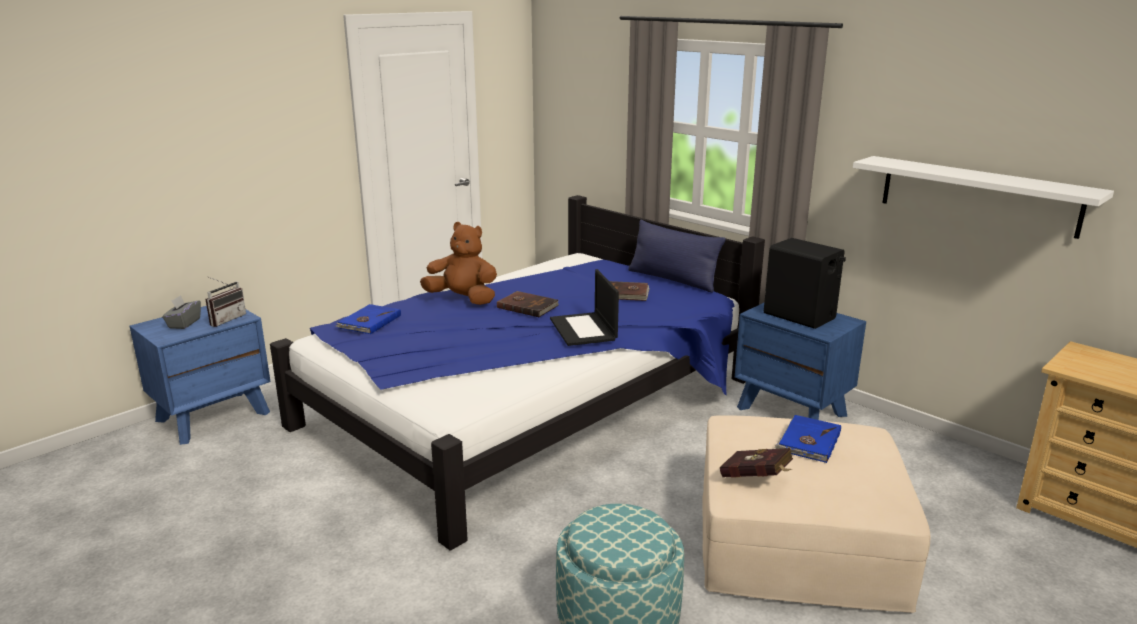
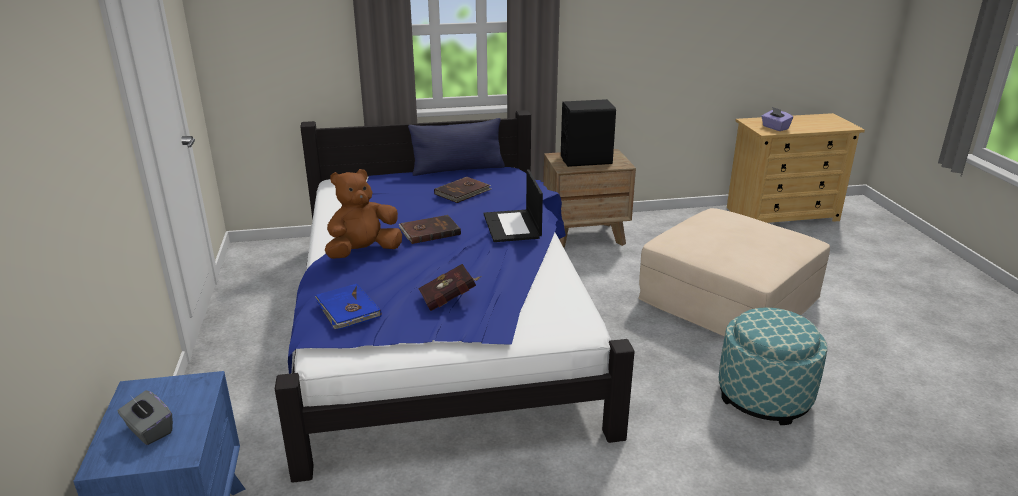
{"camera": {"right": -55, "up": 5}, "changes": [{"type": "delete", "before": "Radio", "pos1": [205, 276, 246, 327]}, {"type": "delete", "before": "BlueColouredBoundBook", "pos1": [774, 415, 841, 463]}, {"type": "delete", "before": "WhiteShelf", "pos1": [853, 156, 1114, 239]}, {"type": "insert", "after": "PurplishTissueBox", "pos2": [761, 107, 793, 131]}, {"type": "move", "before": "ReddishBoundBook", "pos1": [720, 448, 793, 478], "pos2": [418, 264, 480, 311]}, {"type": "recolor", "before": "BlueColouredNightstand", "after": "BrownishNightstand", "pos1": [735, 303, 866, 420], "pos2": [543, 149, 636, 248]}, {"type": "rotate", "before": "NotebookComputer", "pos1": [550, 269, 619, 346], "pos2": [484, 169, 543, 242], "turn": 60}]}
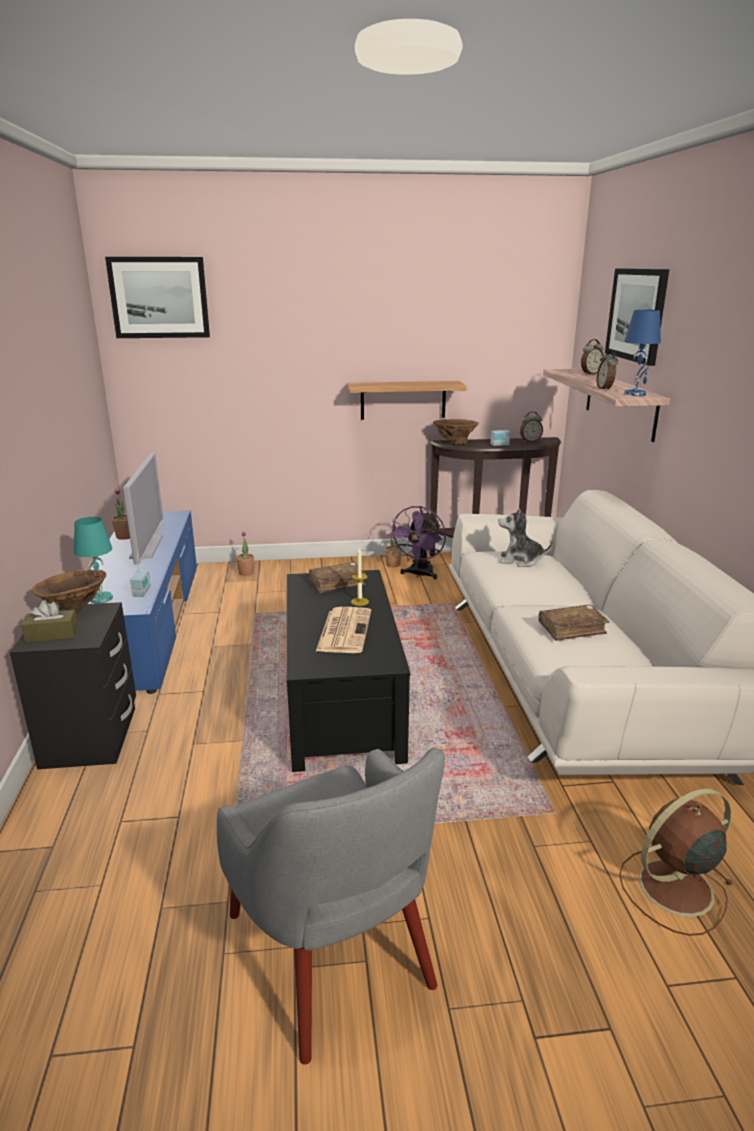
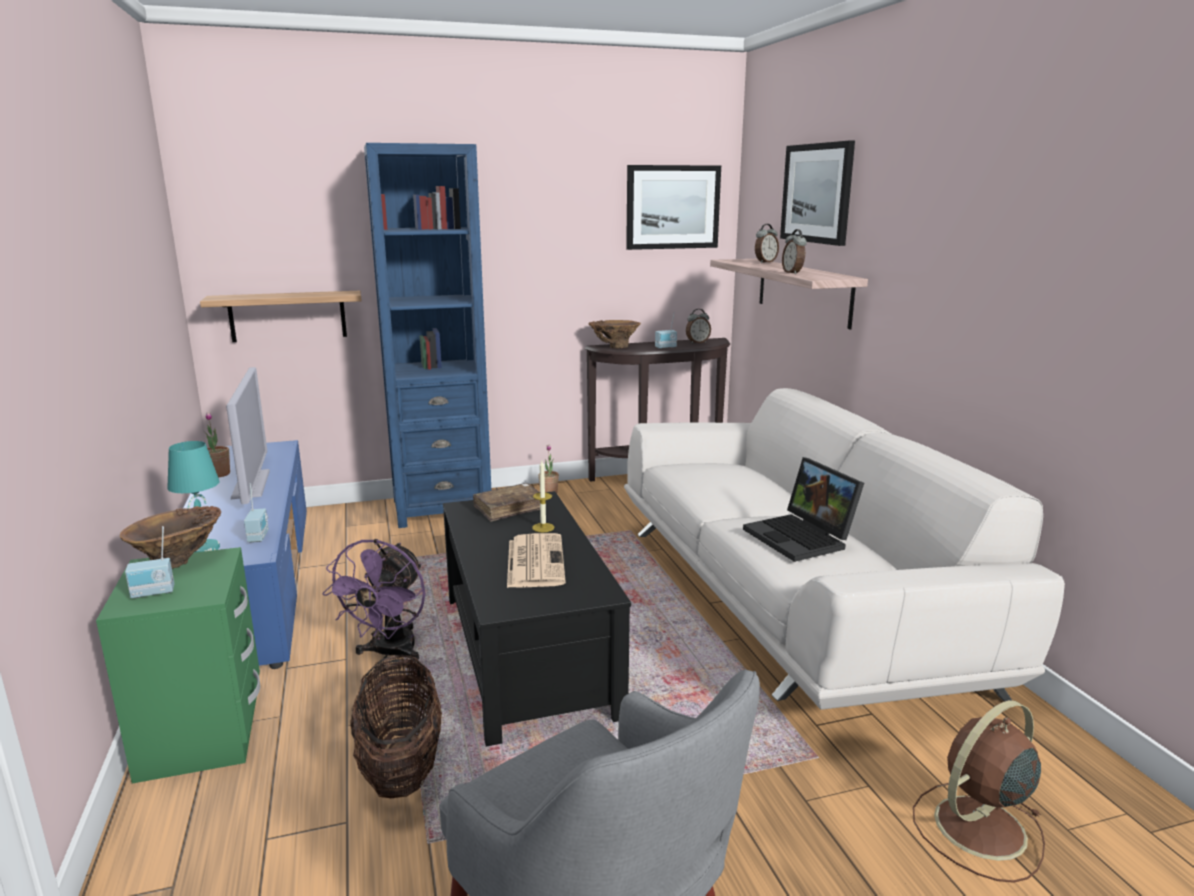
{"camera": {"right": -10, "up": -5}, "changes": [{"type": "delete", "before": "Houseplant", "pos1": [236, 532, 254, 576]}, {"type": "delete", "before": "PlushToy", "pos1": [498, 508, 553, 567]}, {"type": "delete", "before": "BlueColouredLampForATable", "pos1": [624, 310, 661, 396]}, {"type": "insert", "after": "StorageBasket", "pos2": [351, 655, 442, 798]}, {"type": "insert", "after": "BlueColouredShelvingUnit", "pos2": [364, 143, 491, 528]}, {"type": "move", "before": "WallArt", "pos1": [105, 257, 210, 338], "pos2": [626, 165, 721, 250]}, {"type": "move", "before": "Shelf", "pos1": [347, 381, 467, 420], "pos2": [200, 291, 362, 342]}, {"type": "move", "before": "PurplishFan", "pos1": [388, 506, 446, 580], "pos2": [322, 539, 426, 660]}, {"type": "replace", "before": "BrownishTissueBox", "after": "Radio", "pos1": [21, 600, 78, 643], "pos2": [125, 526, 174, 599]}, {"type": "replace", "before": "BrownishBoundBook", "after": "NotebookComputer", "pos1": [538, 605, 610, 641], "pos2": [743, 457, 864, 562]}, {"type": "recolor", "before": "BlackishNightstand", "after": "GreenColouredNightstand", "pos1": [10, 602, 136, 769], "pos2": [96, 547, 260, 783]}]}
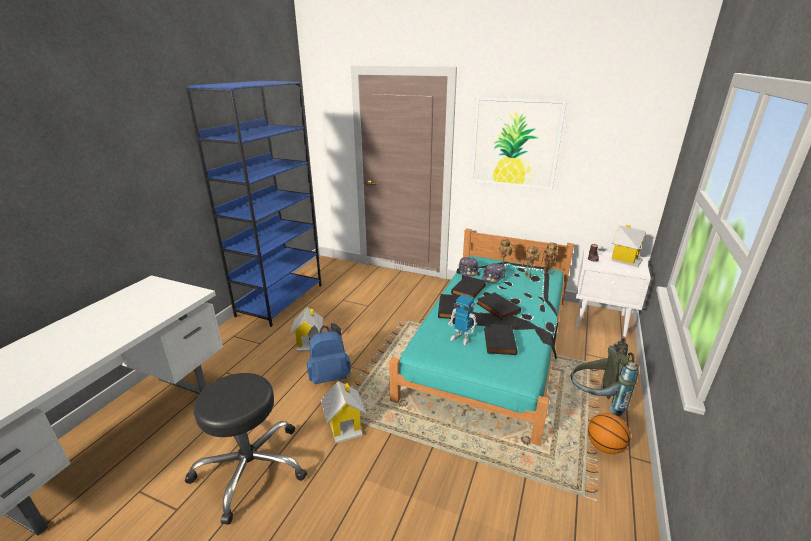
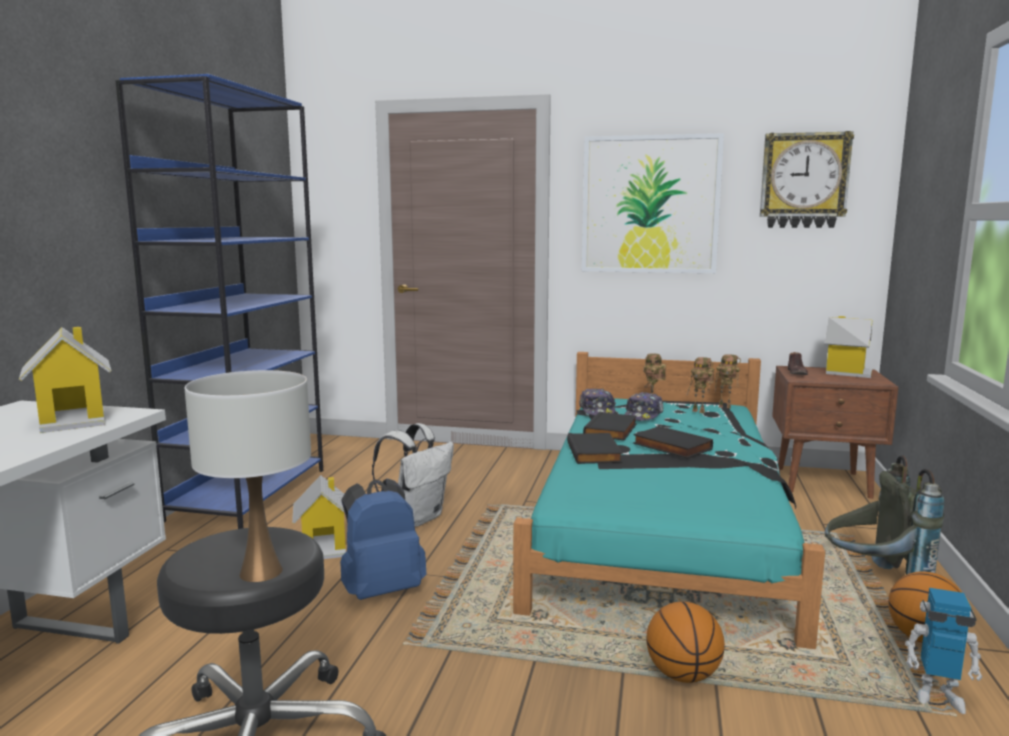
{"camera": {"right": -10, "up": -15}, "changes": [{"type": "delete", "before": "BlackishBoundBook", "pos1": [484, 324, 518, 355]}, {"type": "insert", "after": "WhiteLampForATable", "pos2": [185, 370, 311, 582]}, {"type": "insert", "after": "WhiteBackpack", "pos2": [372, 423, 454, 527]}, {"type": "insert", "after": "BallForBasketball", "pos2": [646, 601, 725, 683]}, {"type": "insert", "after": "WallClock", "pos2": [760, 131, 854, 228]}, {"type": "move", "before": "ToyHouse", "pos1": [321, 381, 366, 443], "pos2": [19, 327, 112, 433]}, {"type": "move", "before": "RobotFigure", "pos1": [448, 294, 477, 345], "pos2": [905, 588, 982, 714]}, {"type": "recolor", "before": "WhiteNightstand", "after": "BrownishNightstand", "pos1": [576, 249, 651, 337], "pos2": [772, 366, 899, 499]}]}
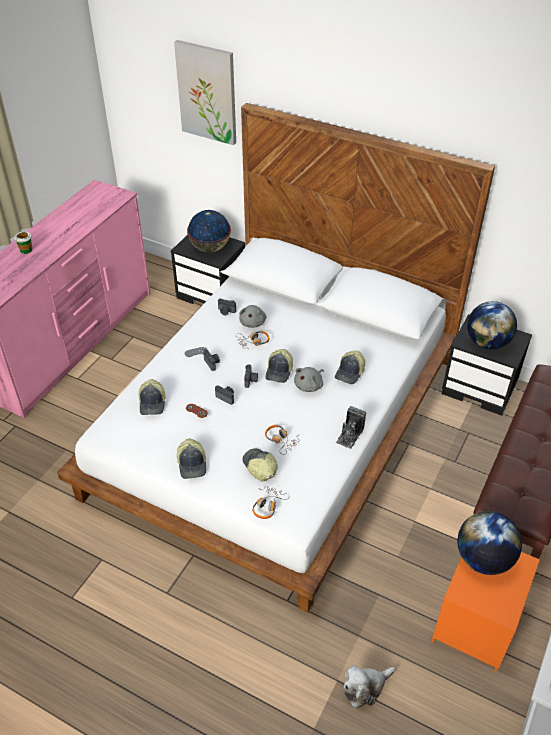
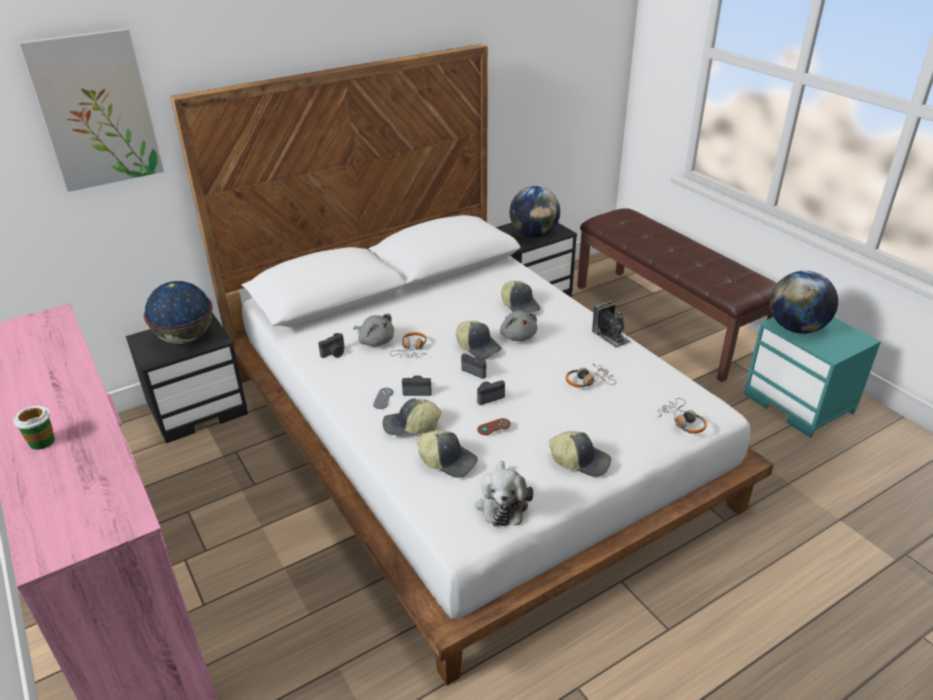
{"camera": {"right": -60, "up": -10}, "changes": [{"type": "move", "before": "Cap", "pos1": [243, 448, 278, 481], "pos2": [383, 398, 442, 435]}, {"type": "move", "before": "PlushToy", "pos1": [344, 665, 396, 708], "pos2": [475, 461, 533, 526]}, {"type": "recolor", "before": "OrangeNightstand", "after": "BlueGreenNightstand", "pos1": [432, 552, 540, 672], "pos2": [744, 317, 881, 438]}]}
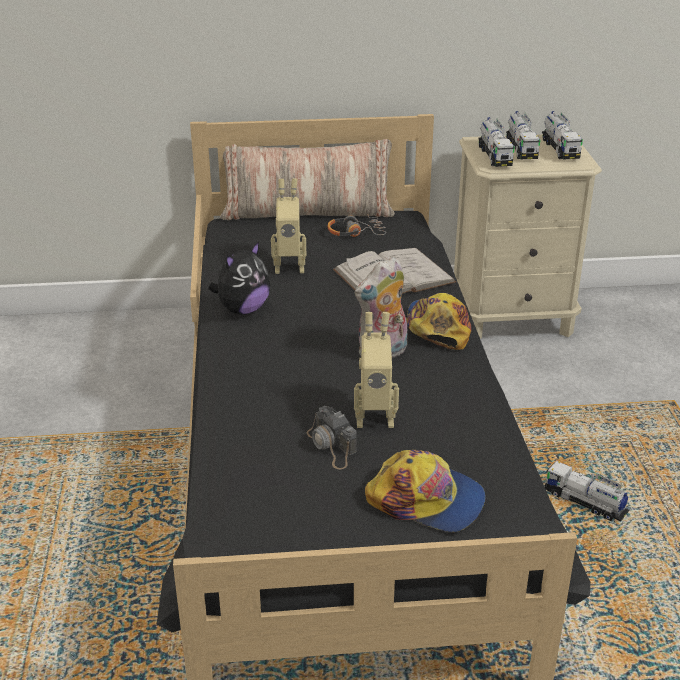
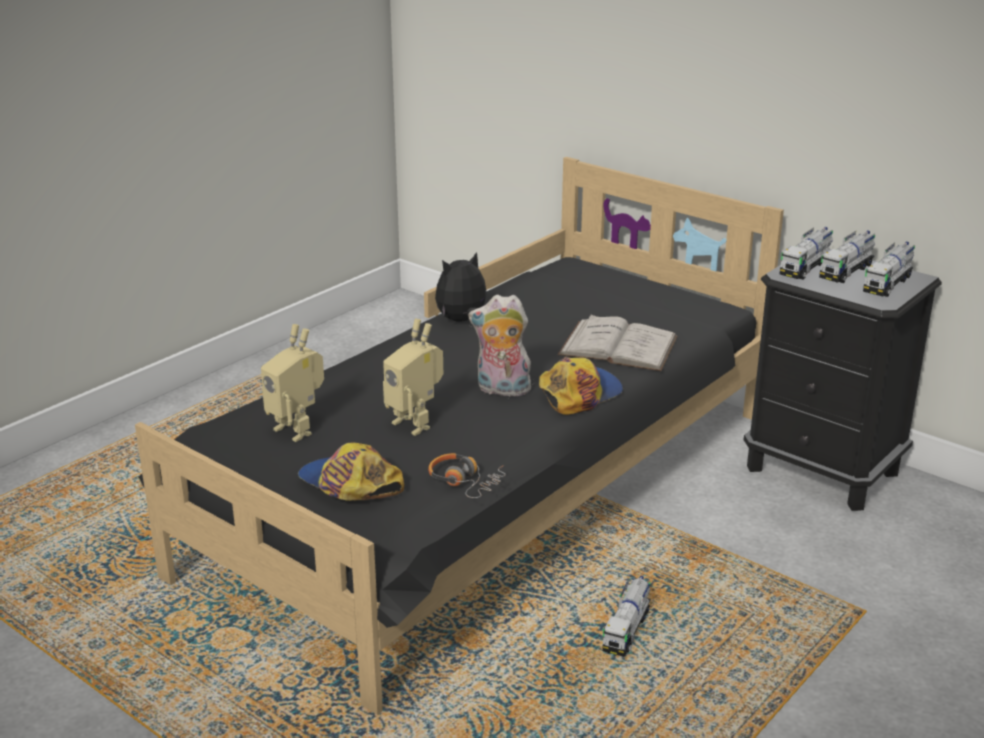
{"camera": {"right": 45, "up": -5}, "changes": [{"type": "delete", "before": "Cushion", "pos1": [220, 139, 395, 220]}, {"type": "delete", "before": "PhotoCamera", "pos1": [306, 406, 357, 470]}, {"type": "move", "before": "RobotFigure", "pos1": [271, 178, 306, 274], "pos2": [261, 324, 324, 442]}, {"type": "move", "before": "Headphones", "pos1": [328, 215, 386, 237], "pos2": [428, 453, 506, 498]}, {"type": "recolor", "before": "SandColouredNightstand", "after": "BlackishNightstand", "pos1": [454, 134, 602, 339], "pos2": [744, 249, 942, 511]}, {"type": "rotate", "before": "PlushToy", "pos1": [208, 241, 270, 315], "pos2": [435, 252, 487, 322], "turn": 150}, {"type": "rotate", "before": "Cap", "pos1": [365, 450, 486, 532], "pos2": [298, 443, 404, 501], "turn": 150}, {"type": "rotate", "before": "ToyLorry", "pos1": [545, 461, 629, 521], "pos2": [602, 576, 650, 657], "turn": -150}]}
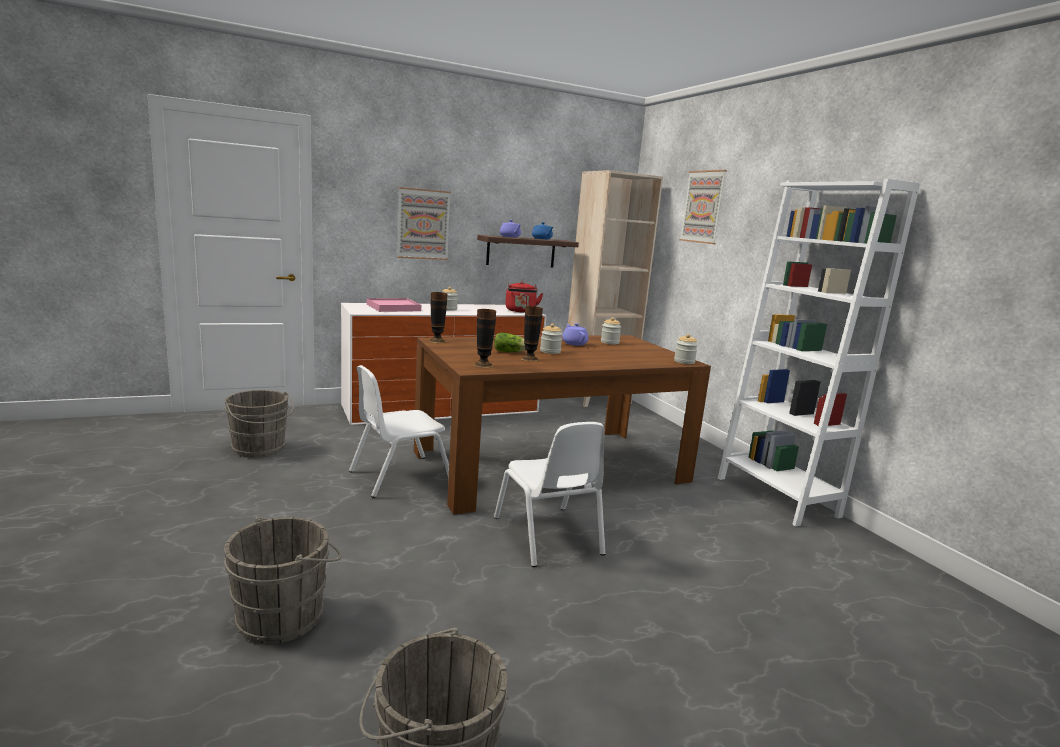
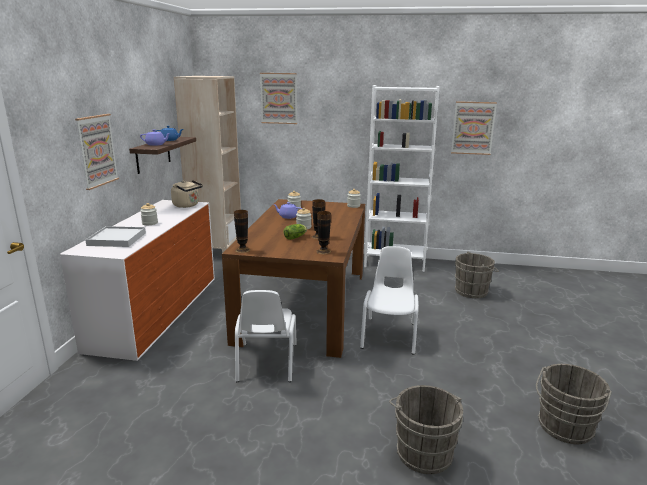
{"camera": {"right": -55, "up": 5}, "changes": [{"type": "insert", "after": "WallArt", "pos2": [451, 101, 497, 155]}, {"type": "move", "before": "GreyishBucket", "pos1": [224, 390, 294, 457], "pos2": [455, 251, 499, 298]}, {"type": "recolor", "before": "PinkishCarryingTray", "after": "WhiteCarryingTray", "pos1": [367, 298, 421, 312], "pos2": [85, 226, 146, 247]}, {"type": "recolor", "before": "ReddishTeaKettle", "after": "SandColouredTeaKettle", "pos1": [505, 281, 544, 313], "pos2": [171, 180, 203, 208]}, {"type": "rotate", "before": "WhiteChair", "pos1": [494, 422, 605, 567], "pos2": [360, 246, 419, 355], "turn": -90}]}
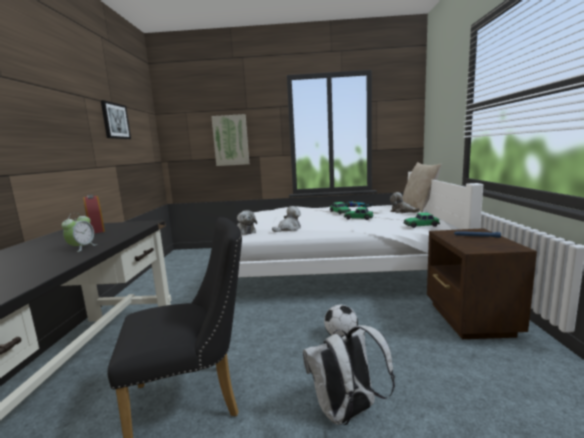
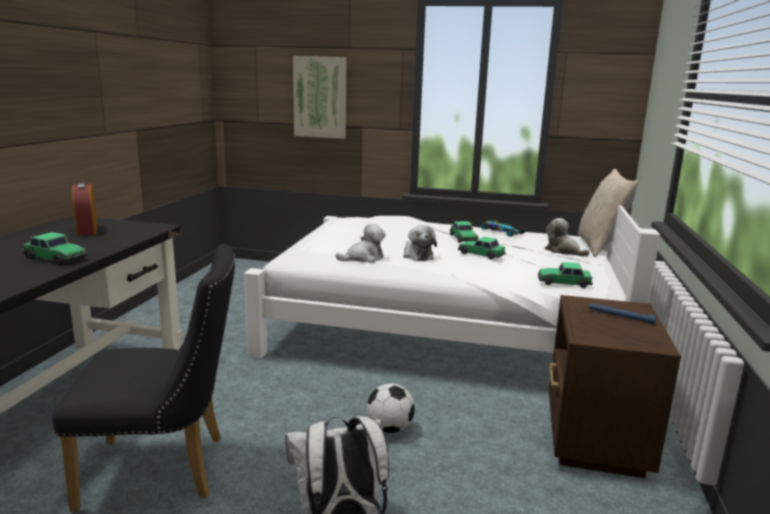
{"camera": {"right": 10, "up": 5}, "changes": [{"type": "delete", "before": "WallArt", "pos1": [101, 100, 131, 139]}, {"type": "move", "before": "PlushToy", "pos1": [237, 210, 257, 235], "pos2": [403, 225, 437, 261]}, {"type": "replace", "before": "TableClock", "after": "ToyCar", "pos1": [61, 213, 97, 252], "pos2": [23, 232, 88, 265]}]}
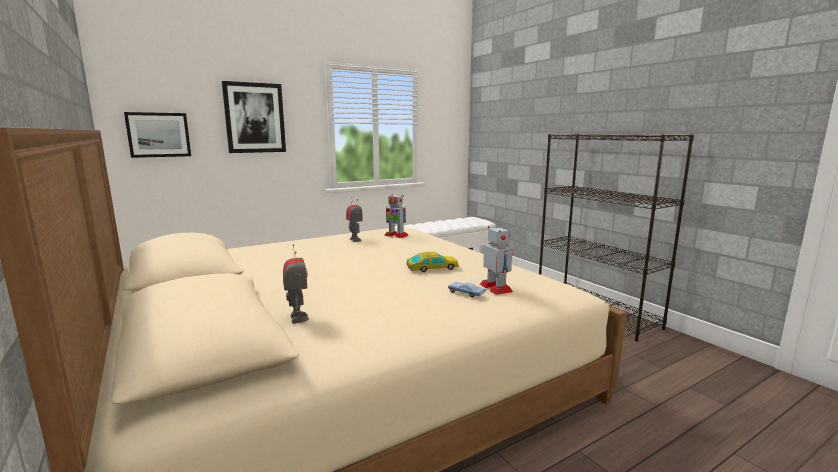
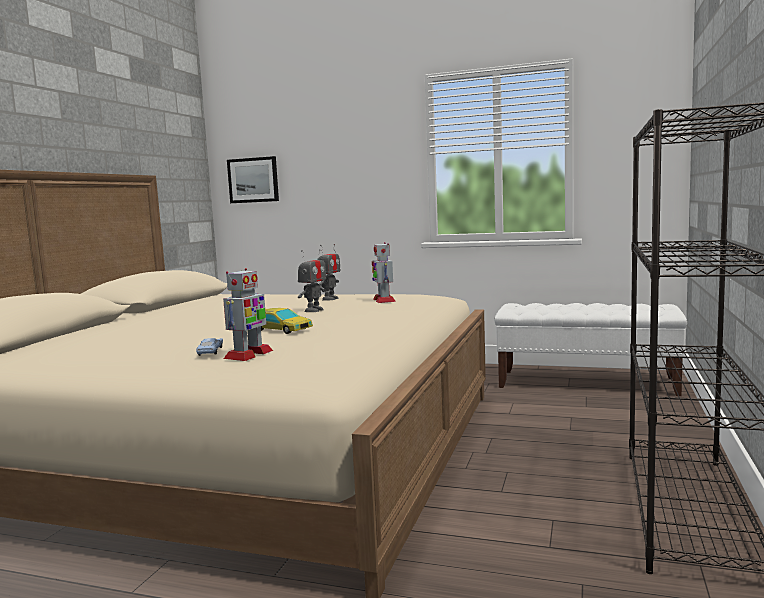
{"camera": {"right": 50, "up": -5}, "changes": [{"type": "delete", "before": "WallArt", "pos1": [222, 81, 286, 153]}, {"type": "move", "before": "RobotFigure", "pos1": [283, 244, 309, 324], "pos2": [298, 249, 326, 312]}]}
